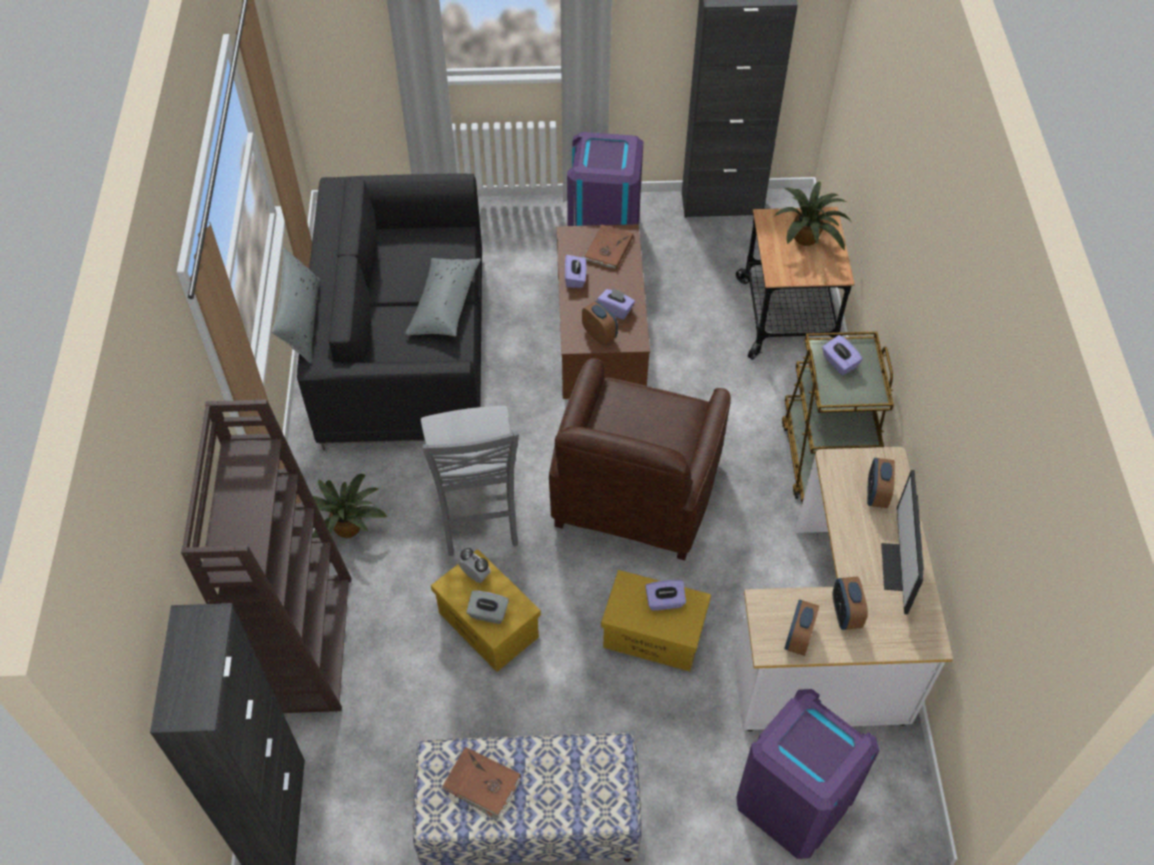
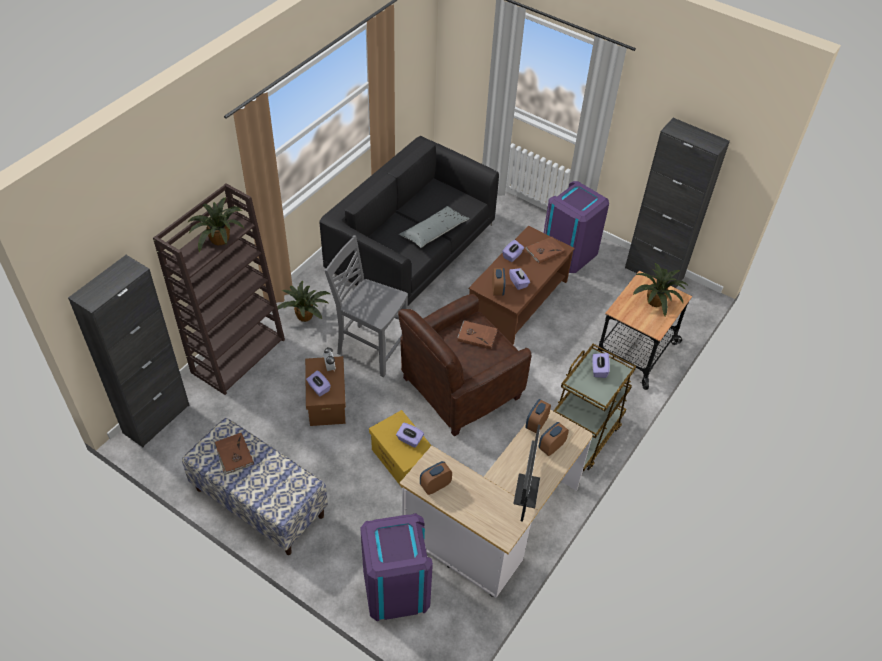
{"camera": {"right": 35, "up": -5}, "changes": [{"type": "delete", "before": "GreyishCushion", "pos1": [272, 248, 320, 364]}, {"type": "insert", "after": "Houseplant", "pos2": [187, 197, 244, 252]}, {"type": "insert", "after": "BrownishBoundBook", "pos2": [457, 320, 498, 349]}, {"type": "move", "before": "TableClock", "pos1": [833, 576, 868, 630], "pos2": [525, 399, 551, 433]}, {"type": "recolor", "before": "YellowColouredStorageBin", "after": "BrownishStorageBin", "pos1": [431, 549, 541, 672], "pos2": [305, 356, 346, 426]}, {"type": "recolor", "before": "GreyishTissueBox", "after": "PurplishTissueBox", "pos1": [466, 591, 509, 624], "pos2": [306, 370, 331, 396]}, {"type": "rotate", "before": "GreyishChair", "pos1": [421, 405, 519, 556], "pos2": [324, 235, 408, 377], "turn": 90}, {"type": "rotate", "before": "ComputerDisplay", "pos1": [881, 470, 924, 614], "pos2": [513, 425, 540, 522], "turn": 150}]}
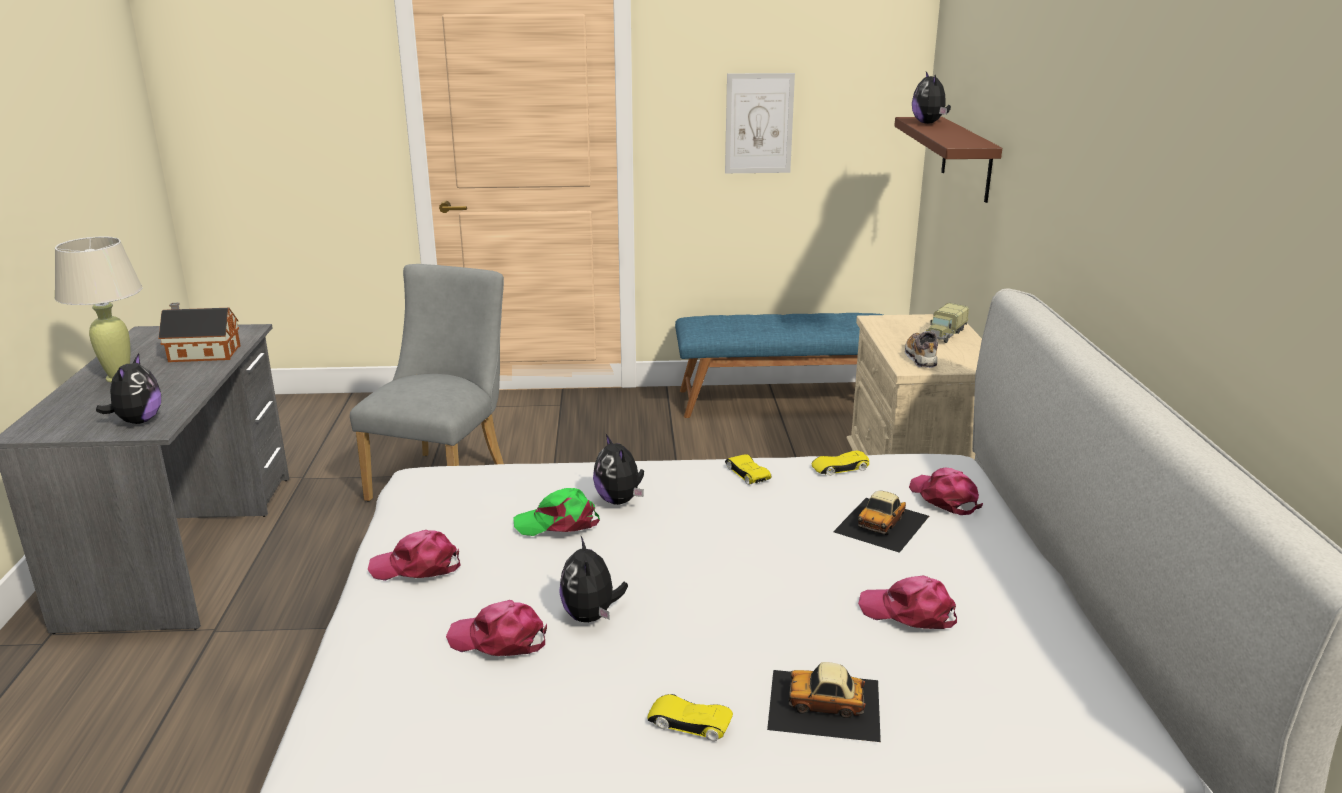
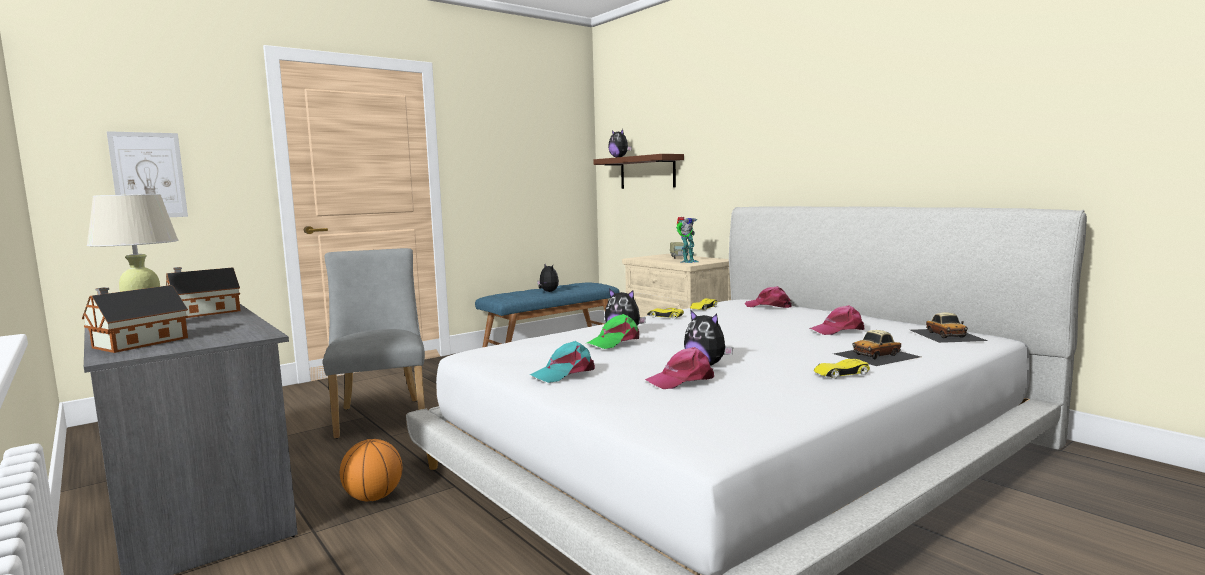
{"camera": {"right": -35, "up": -15}, "changes": [{"type": "insert", "after": "ToyHouse", "pos2": [82, 285, 188, 353]}, {"type": "insert", "after": "BallForBasketball", "pos2": [340, 439, 402, 501]}, {"type": "move", "before": "PlushToy", "pos1": [96, 353, 161, 424], "pos2": [537, 264, 559, 292]}, {"type": "move", "before": "WallArt", "pos1": [725, 73, 795, 173], "pos2": [107, 131, 188, 217]}, {"type": "move", "before": "ToyCar", "pos1": [833, 491, 929, 553], "pos2": [910, 312, 988, 343]}, {"type": "replace", "before": "ItemOfFootwear", "after": "RobotFigure", "pos1": [905, 331, 938, 368], "pos2": [676, 217, 698, 263]}, {"type": "recolor", "before": "PinkishCap", "after": "BlueGreenCap", "pos1": [368, 530, 461, 581], "pos2": [530, 341, 595, 383]}]}
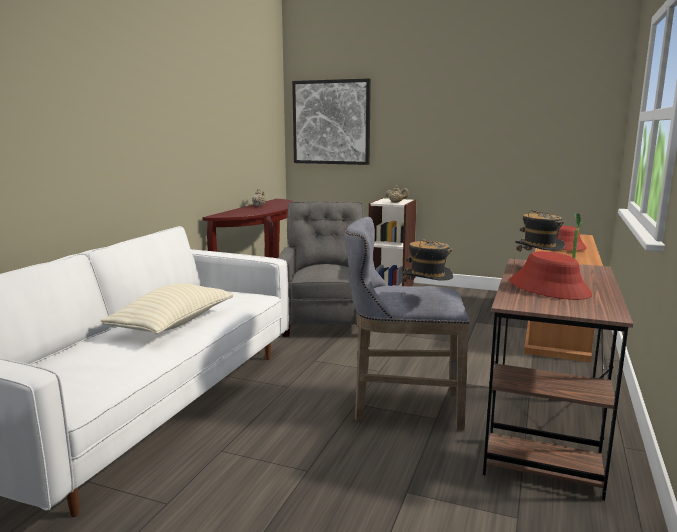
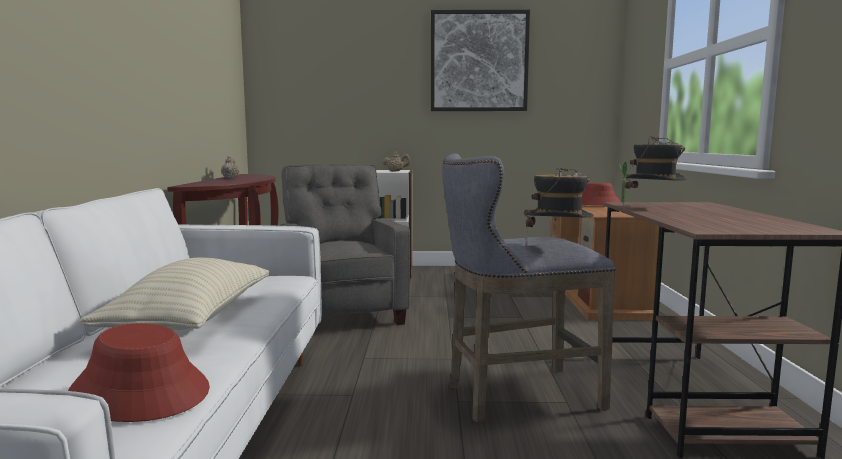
{"camera": {"right": -20, "up": -5}, "changes": [{"type": "move", "before": "WallArt", "pos1": [292, 78, 371, 165], "pos2": [431, 10, 530, 111]}, {"type": "move", "before": "ReddishClothingHat", "pos1": [510, 251, 592, 300], "pos2": [68, 323, 210, 422]}]}
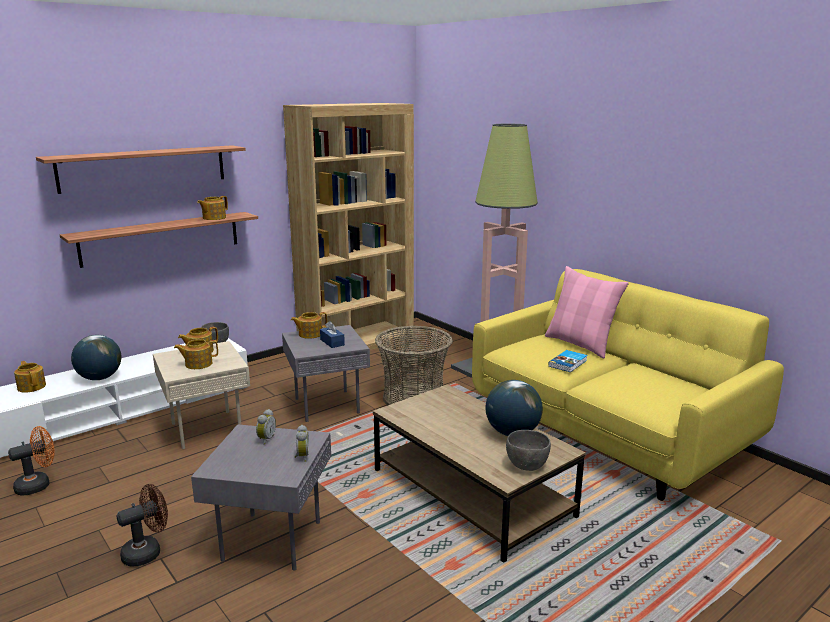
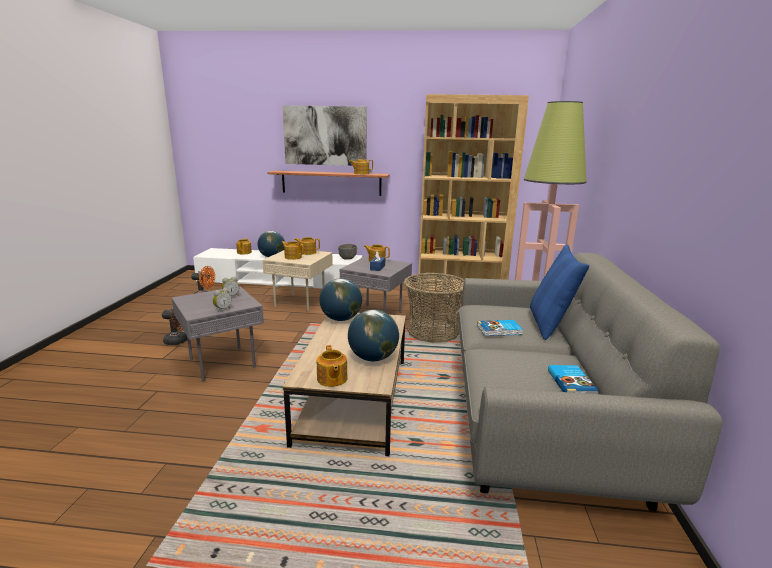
{"camera": {"right": 45, "up": 0}, "changes": [{"type": "insert", "after": "DeskGlobe", "pos2": [319, 278, 362, 321]}, {"type": "insert", "after": "BoundBook", "pos2": [548, 365, 599, 394]}, {"type": "replace", "before": "Shelf", "after": "WallArt", "pos1": [36, 145, 246, 194], "pos2": [282, 105, 367, 166]}, {"type": "replace", "before": "GreyishBowl", "after": "PotForTea", "pos1": [506, 430, 551, 471], "pos2": [317, 345, 348, 387]}, {"type": "recolor", "before": "YellowColouredCouch", "after": "GreyishCouch", "pos1": [472, 269, 784, 501], "pos2": [458, 253, 722, 511]}, {"type": "recolor", "before": "PinkishCushion", "after": "BlueColouredCushion", "pos1": [545, 266, 629, 358], "pos2": [530, 244, 589, 340]}]}
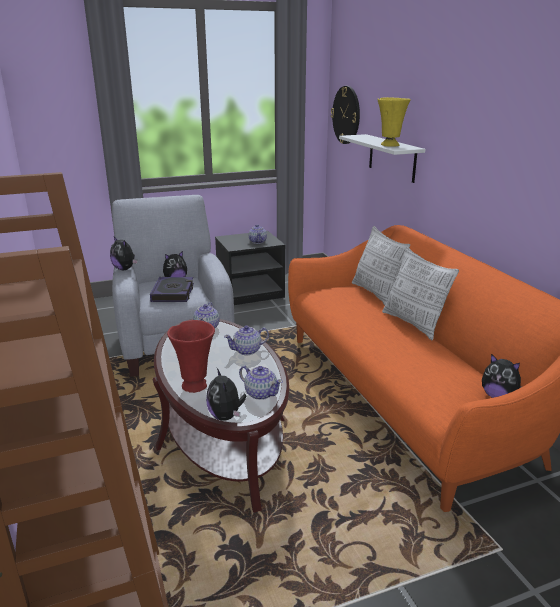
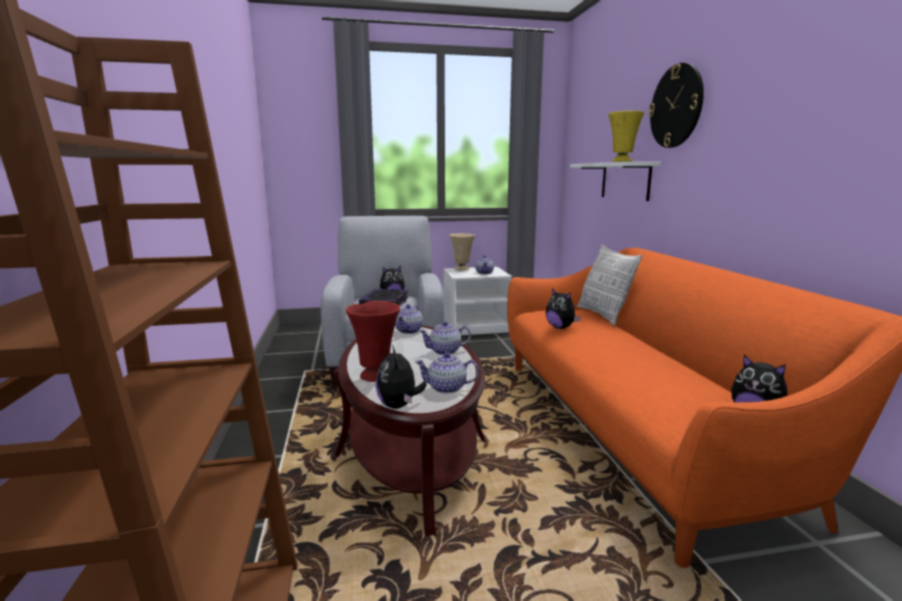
{"camera": {"right": 10, "up": -10}, "changes": [{"type": "delete", "before": "Cushion", "pos1": [382, 247, 459, 340]}, {"type": "insert", "after": "SandColouredDecorativeVase", "pos2": [450, 233, 475, 271]}, {"type": "move", "before": "PlushToy", "pos1": [110, 237, 138, 270], "pos2": [546, 288, 581, 329]}, {"type": "move", "before": "WallClock", "pos1": [331, 86, 360, 144], "pos2": [648, 63, 704, 148]}, {"type": "recolor", "before": "BlackishNightstand", "after": "WhiteNightstand", "pos1": [215, 231, 285, 305], "pos2": [443, 267, 512, 335]}, {"type": "rotate", "before": "PotForTea", "pos1": [239, 365, 283, 400], "pos2": [415, 352, 479, 394], "turn": 135}]}
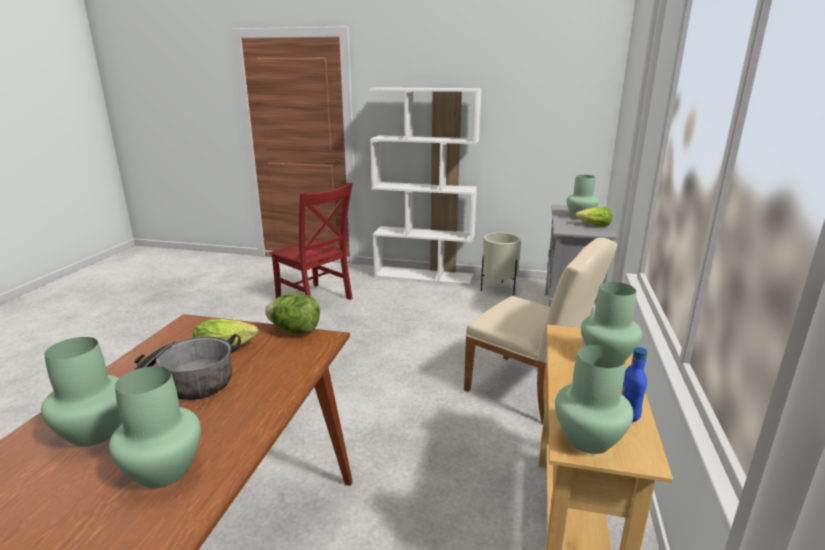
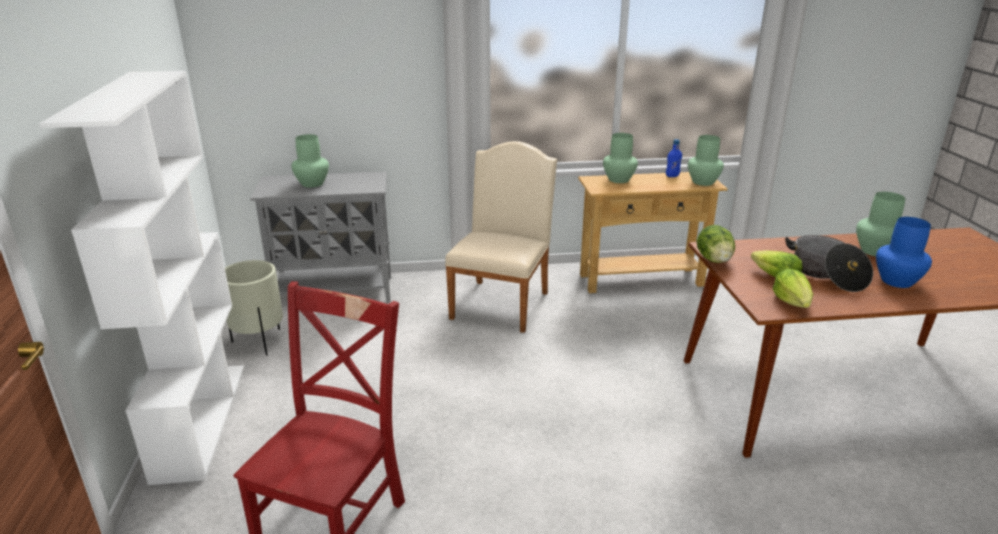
{"camera": {"right": -110, "up": 5}, "changes": [{"type": "move", "before": "LettuceHead", "pos1": [575, 207, 612, 227], "pos2": [773, 268, 813, 308]}, {"type": "recolor", "before": "GreenColouredDecorativeVase", "after": "BlueColouredDecorativeVase", "pos1": [41, 337, 122, 447], "pos2": [876, 217, 932, 288]}]}
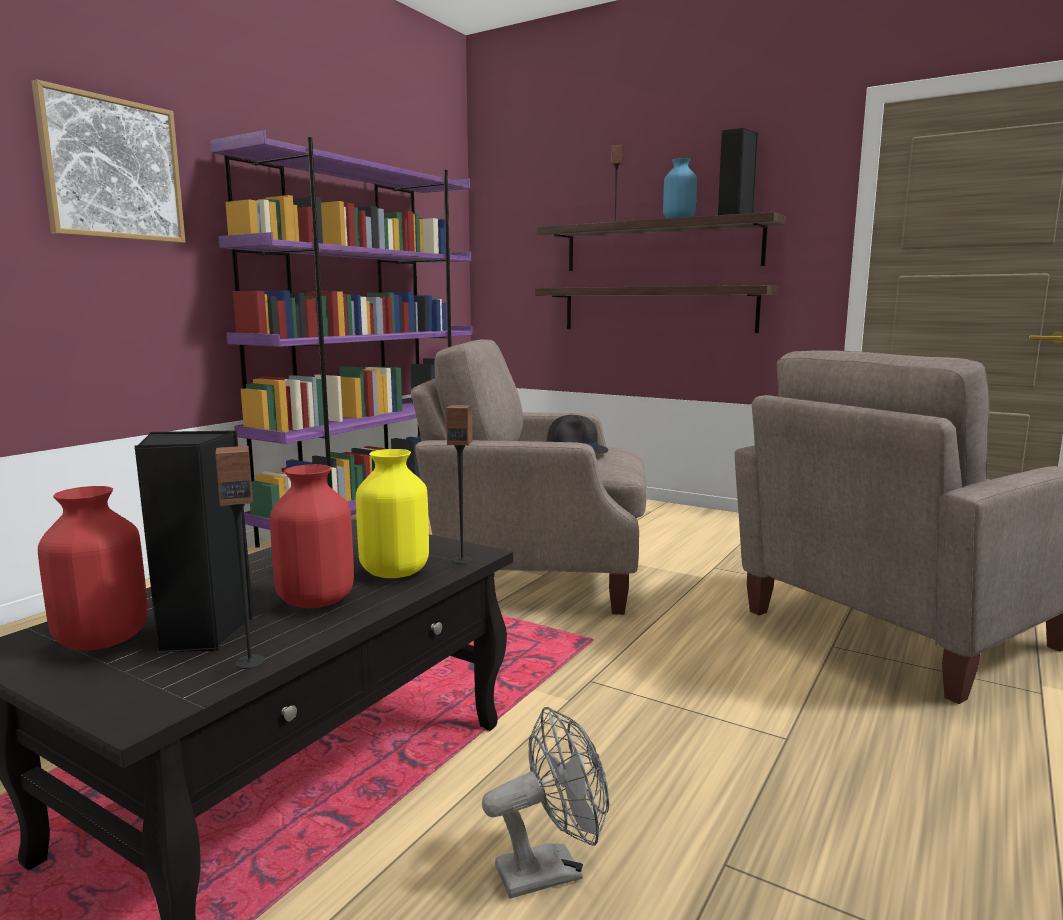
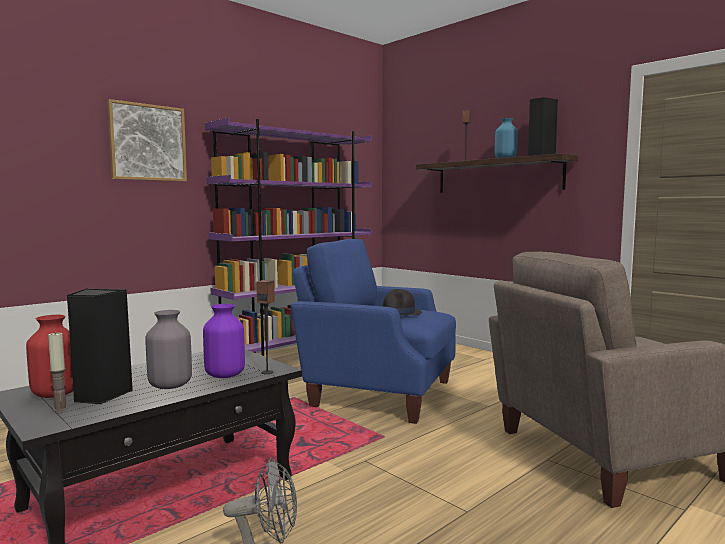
{"camera": {"right": 15, "up": -5}, "changes": [{"type": "delete", "before": "Speaker", "pos1": [215, 446, 265, 669]}, {"type": "delete", "before": "Shelf", "pos1": [535, 285, 779, 333]}, {"type": "insert", "after": "Candle", "pos2": [48, 333, 68, 412]}, {"type": "recolor", "before": "ReddishDecorativeVase", "after": "GreyishDecorativeVase", "pos1": [270, 464, 354, 608], "pos2": [145, 310, 192, 389]}, {"type": "recolor", "before": "YellowColouredDecorativeVase", "after": "PurplishDecorativeVase", "pos1": [356, 449, 429, 578], "pos2": [203, 304, 245, 378]}, {"type": "recolor", "before": "SandColouredEasyChair", "after": "BlueColouredEasyChair", "pos1": [411, 340, 647, 615], "pos2": [291, 239, 456, 424]}]}
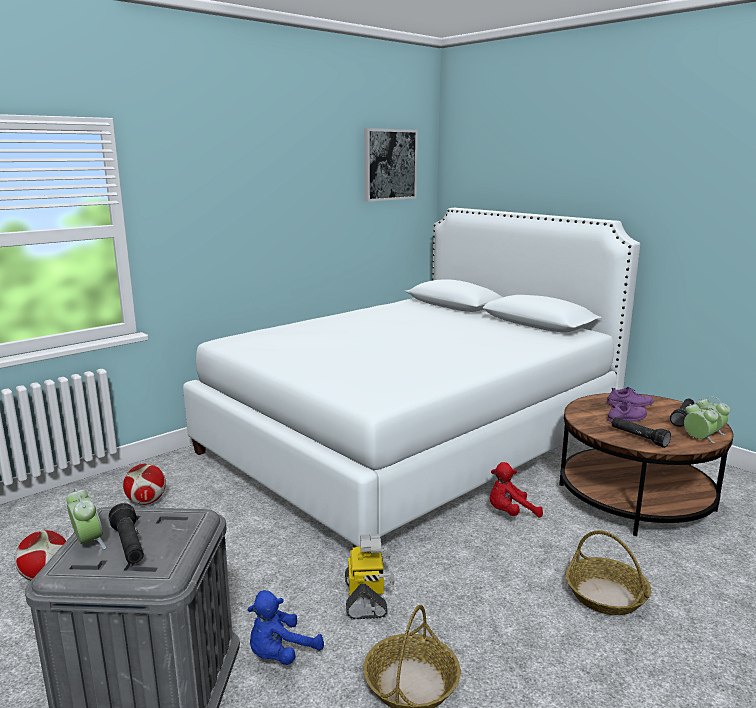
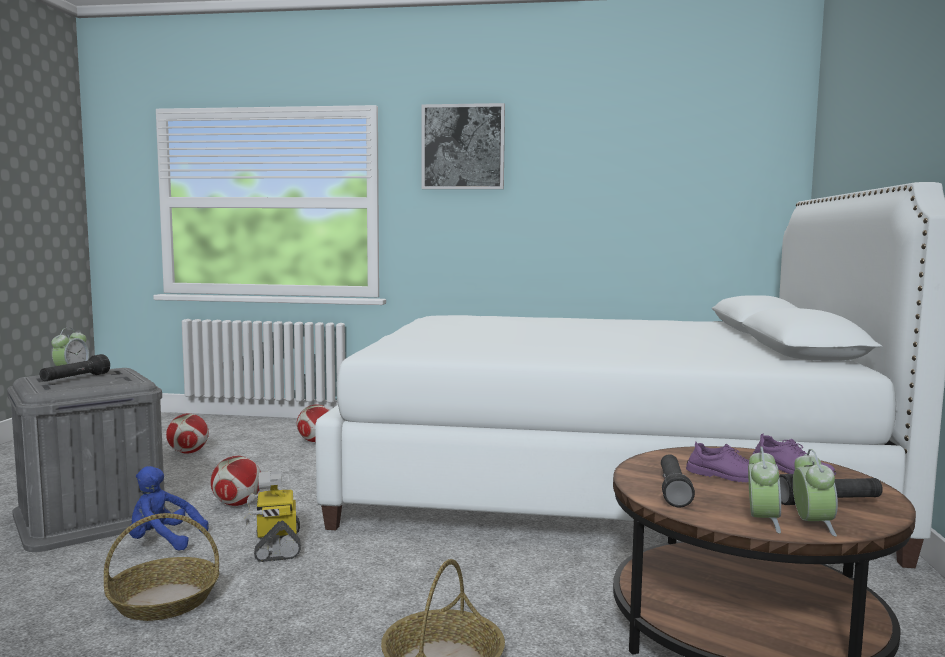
{"camera": {"right": 50, "up": -10}, "changes": [{"type": "delete", "before": "ReddishPlushToy", "pos1": [490, 462, 543, 517]}, {"type": "insert", "after": "Football", "pos2": [211, 456, 261, 506]}, {"type": "move", "before": "WallArt", "pos1": [364, 128, 418, 202], "pos2": [422, 103, 505, 189]}, {"type": "rotate", "before": "RobotFigure", "pos1": [345, 534, 395, 619], "pos2": [244, 471, 301, 562], "turn": 120}]}
